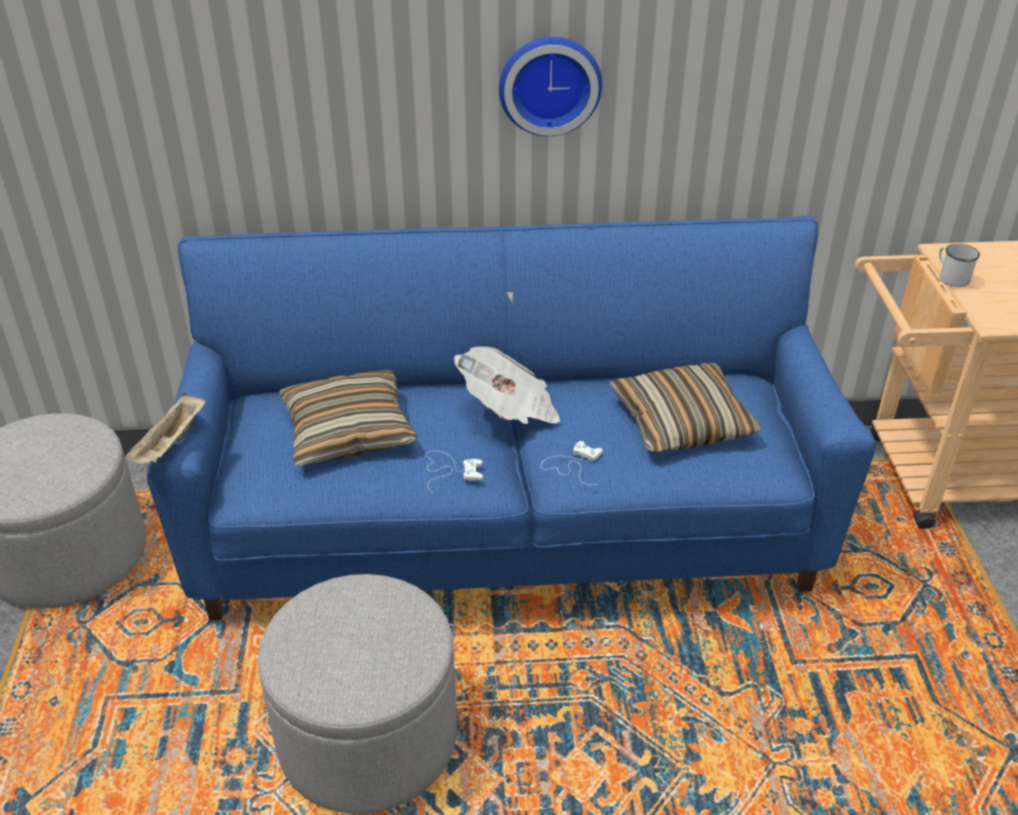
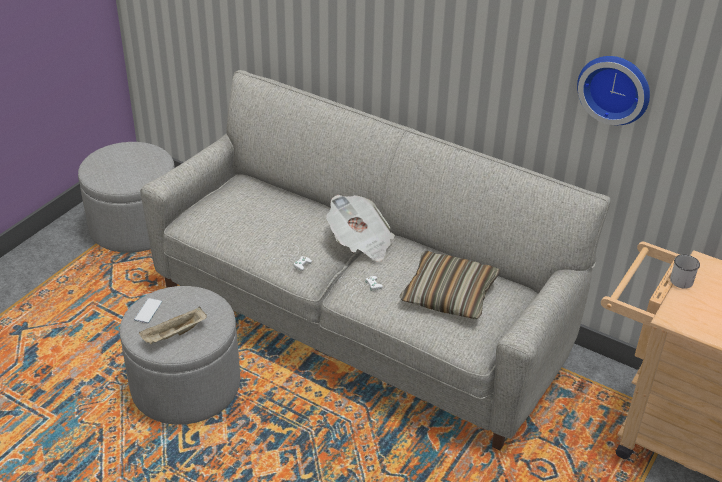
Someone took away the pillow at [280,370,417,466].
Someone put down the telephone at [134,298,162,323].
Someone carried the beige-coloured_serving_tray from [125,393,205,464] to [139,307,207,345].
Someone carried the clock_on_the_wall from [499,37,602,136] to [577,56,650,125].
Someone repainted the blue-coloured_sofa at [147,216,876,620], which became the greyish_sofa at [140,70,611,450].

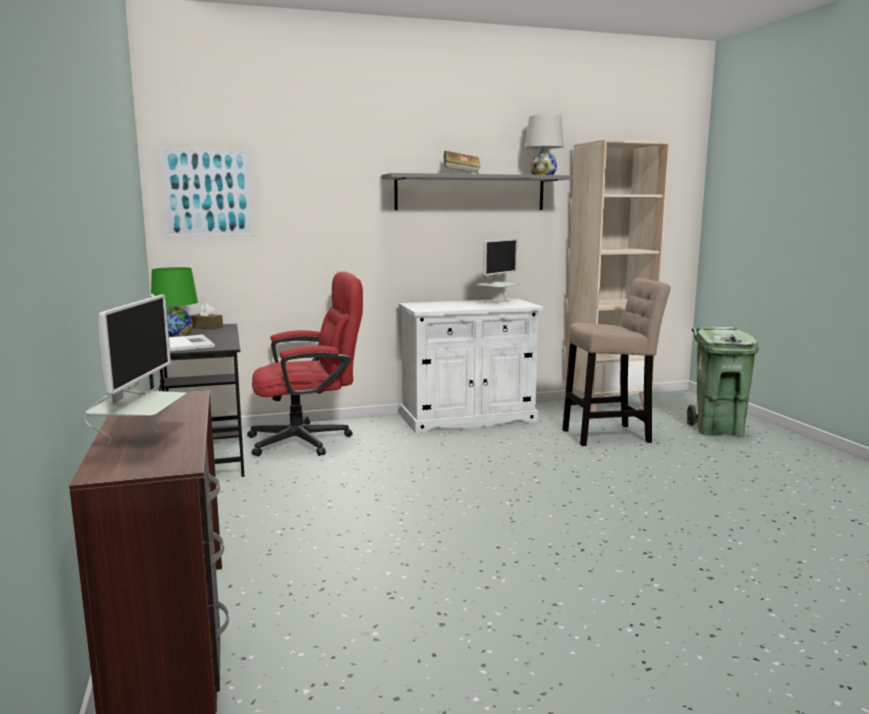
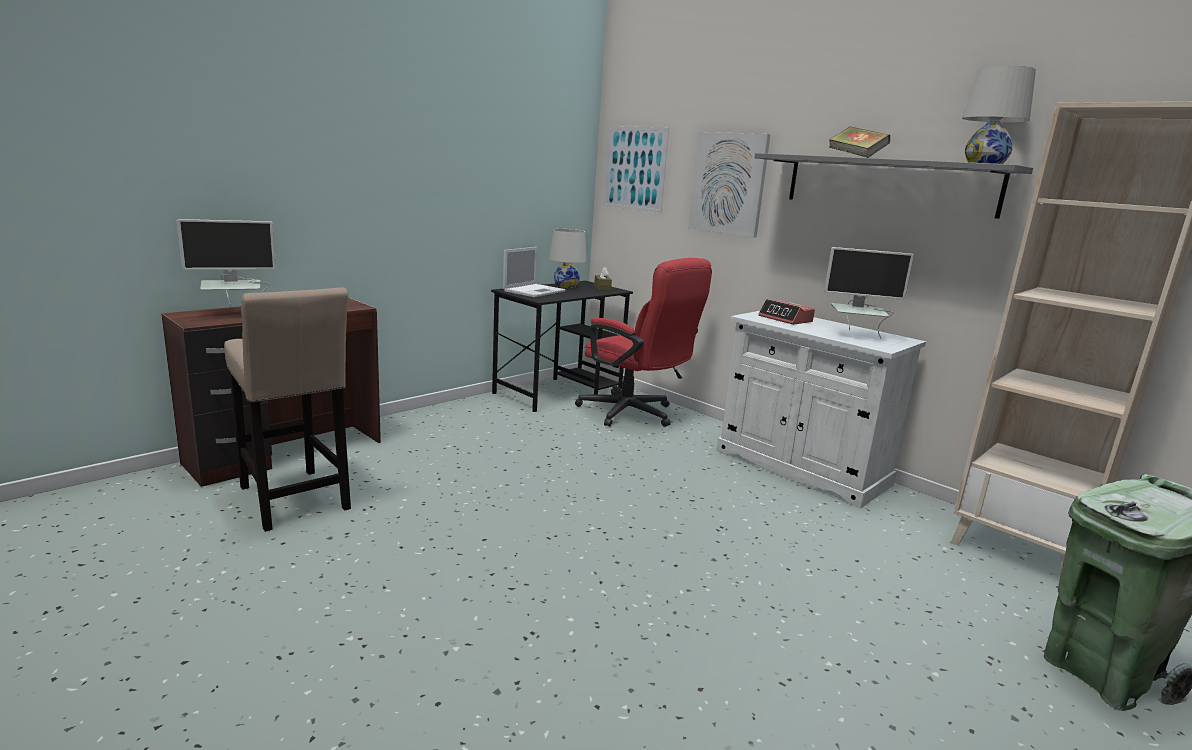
Someone put up the wall_art at [688,132,771,237].
Someone put down the table_clock at [758,299,815,325].
Someone carried the beige-coloured_sitting_stool from [562,278,671,446] to [224,287,351,532].
Someone repainted the green_table_lamp at [151,267,198,336], which became the whitish_table_lamp at [549,229,587,288].

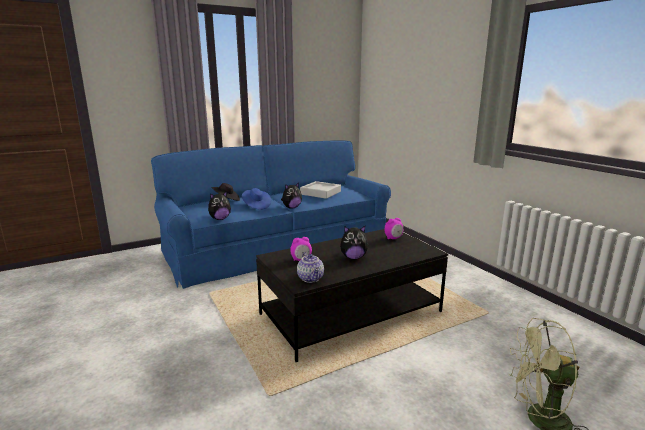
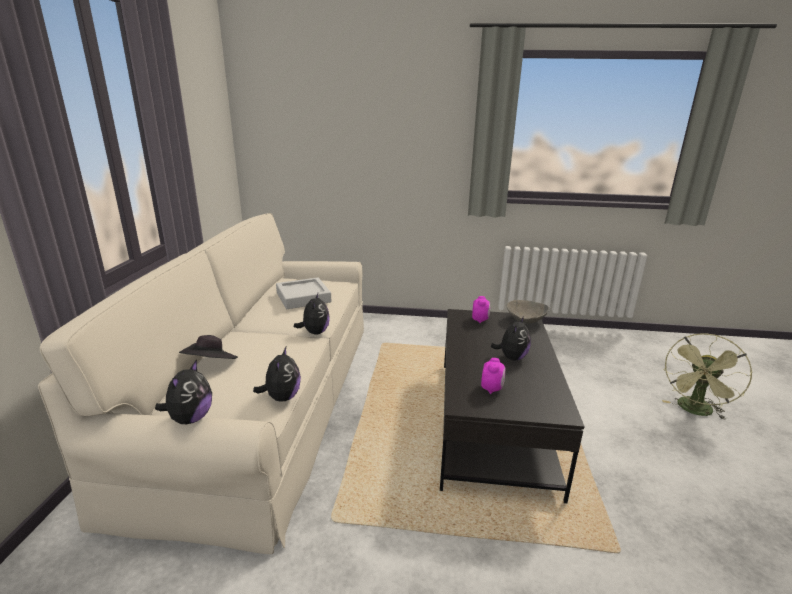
Someone took away the blue-coloured_hat at [242,188,271,210].
Someone took away the pot_for_tea at [297,252,324,283].
Someone put down the soft_toy at [155,359,212,424].
Someone put down the greyish_deep_dish at [507,300,549,323].
Someone repainted the blue-coloured_sofa at [151,140,391,289], which became the beige-coloured_sofa at [38,213,364,554].

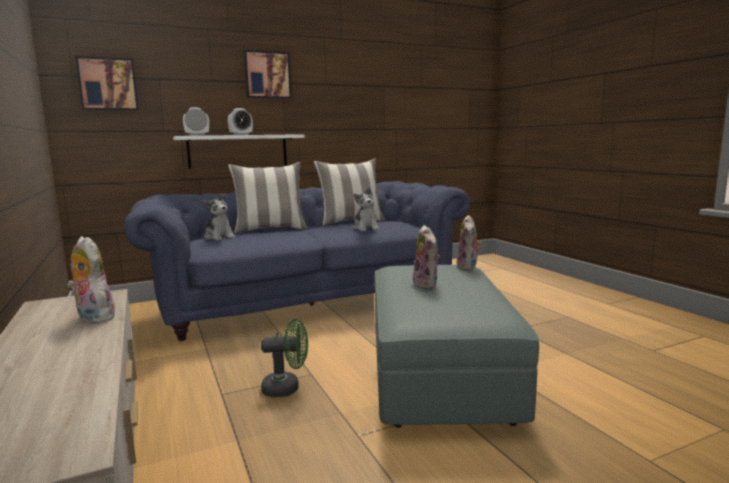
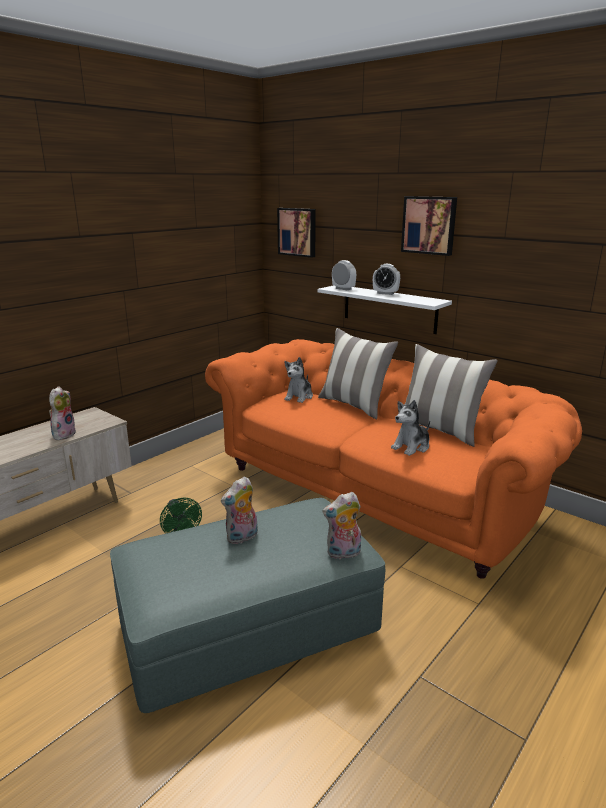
Someone repainted the blue-coloured_sofa at [124,181,470,341], which became the orange-coloured_sofa at [205,339,582,579].

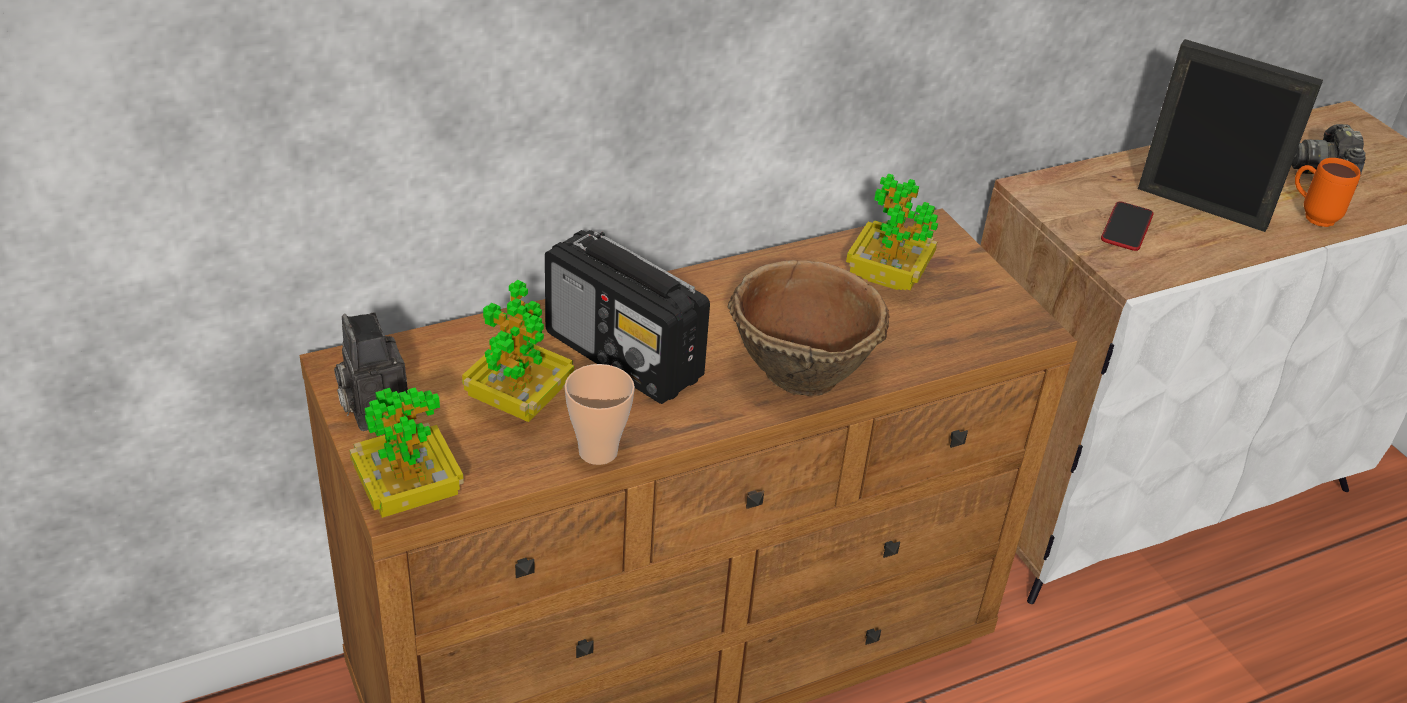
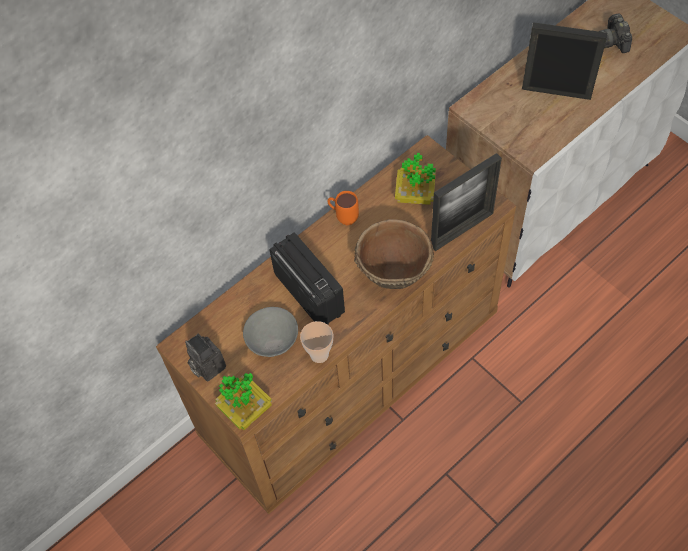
Someone took away the telephone at [1101,201,1153,251].
Someone put down the picture_frame at [431,153,502,251].
Someone carried the orange-coloured_tea_mug from [1295,158,1361,227] to [327,191,359,225].
Someone swapped the plant_in_a_pot at [462,280,574,422] for the greyish_deep_dish at [243,307,298,357].
Someone rotated the radio_receiver at [545,230,710,404] by 150 degrees counterclockwise.

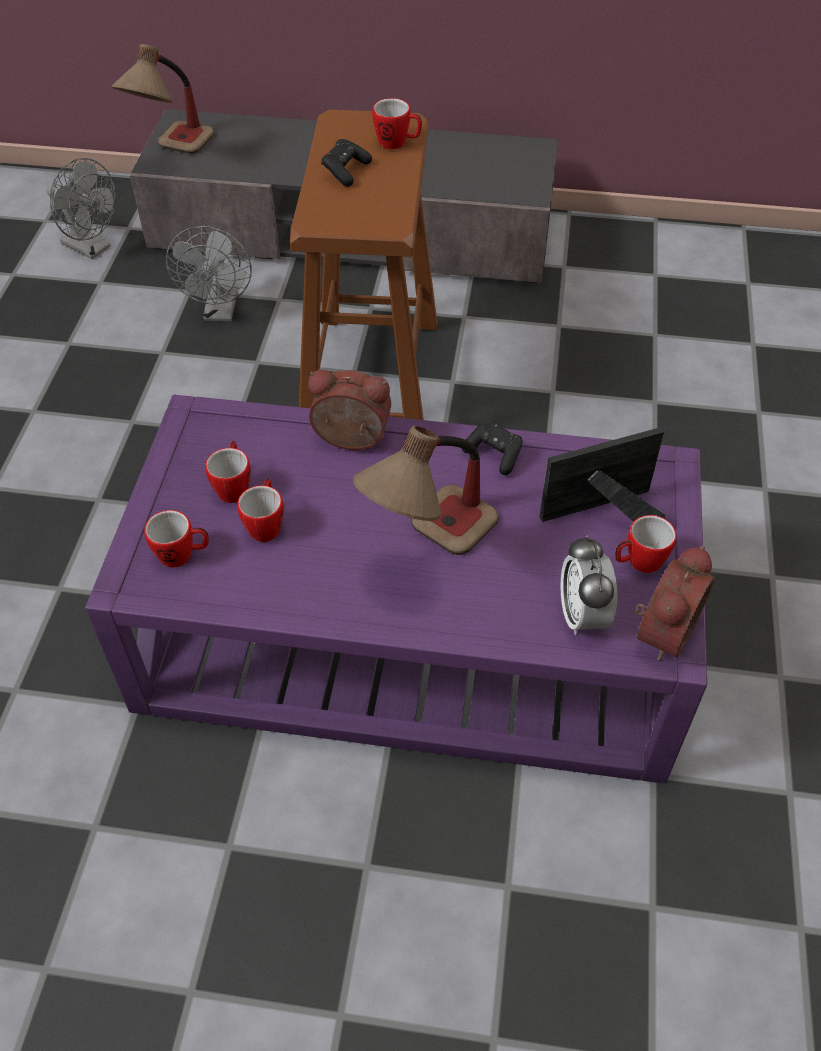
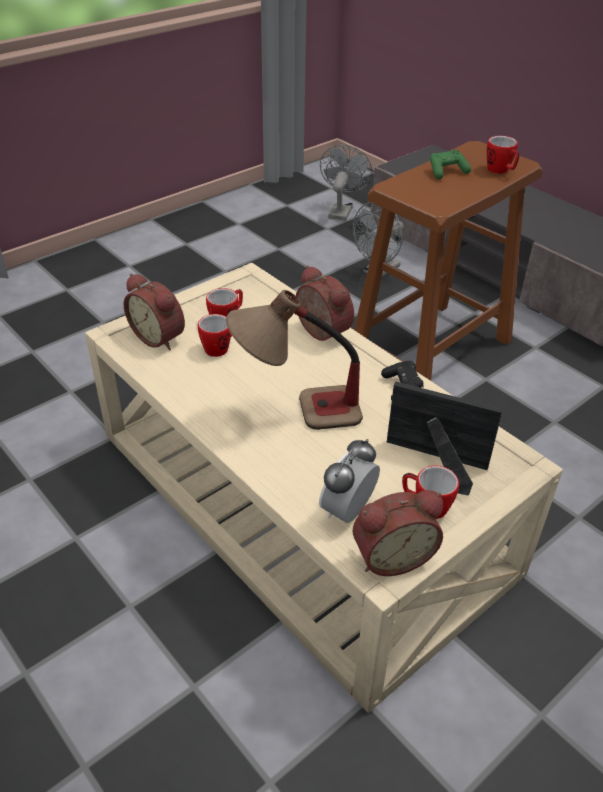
Someone took away the table_lamp at [112,44,214,154].
Someone swapped the tea_mug at [144,510,209,568] for the table_clock at [124,273,185,350].
Someone repainted the purple-coloured_low_table at [85,395,707,784], which became the beige-coloured_low_table at [85,263,563,713].
Someone repainted the blackish_joypad at [321,139,372,186], which became the green_joypad at [430,149,471,179].
Someone rotated the greyish_electric_fan at [47,158,116,259] by 150 degrees counterclockwise.

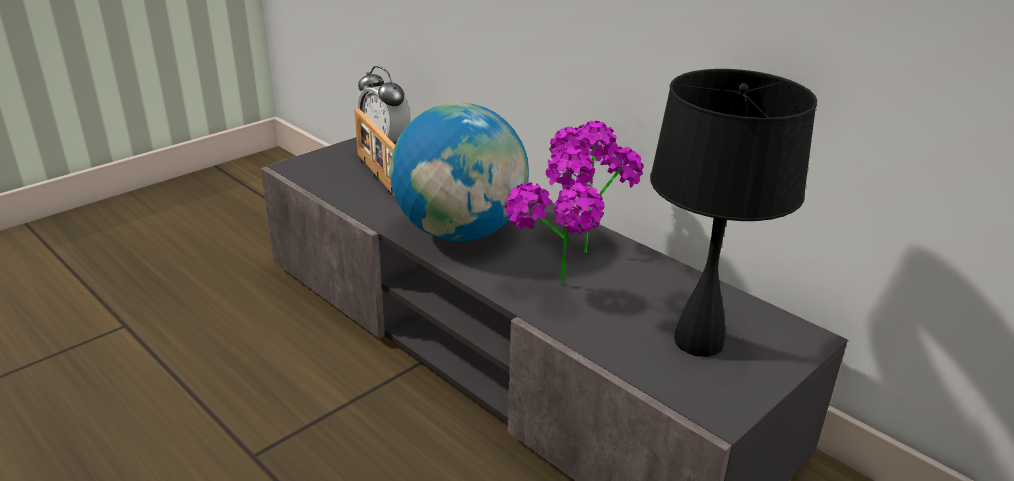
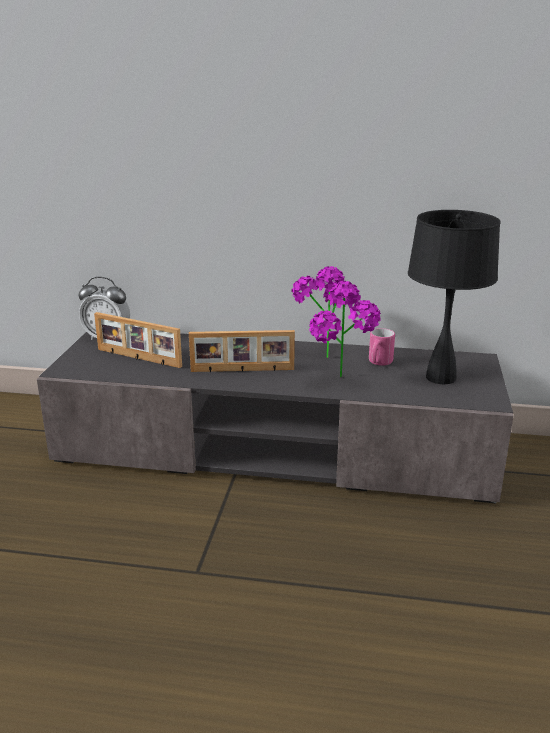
Someone put down the pink_tea_mug at [369,328,395,366].
Someone swapped the desk_globe at [390,102,529,241] for the picture_frame at [189,330,295,373].

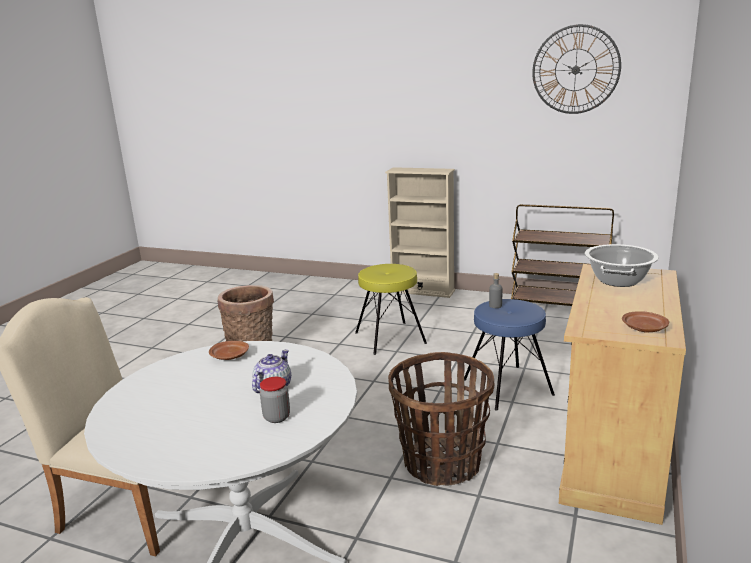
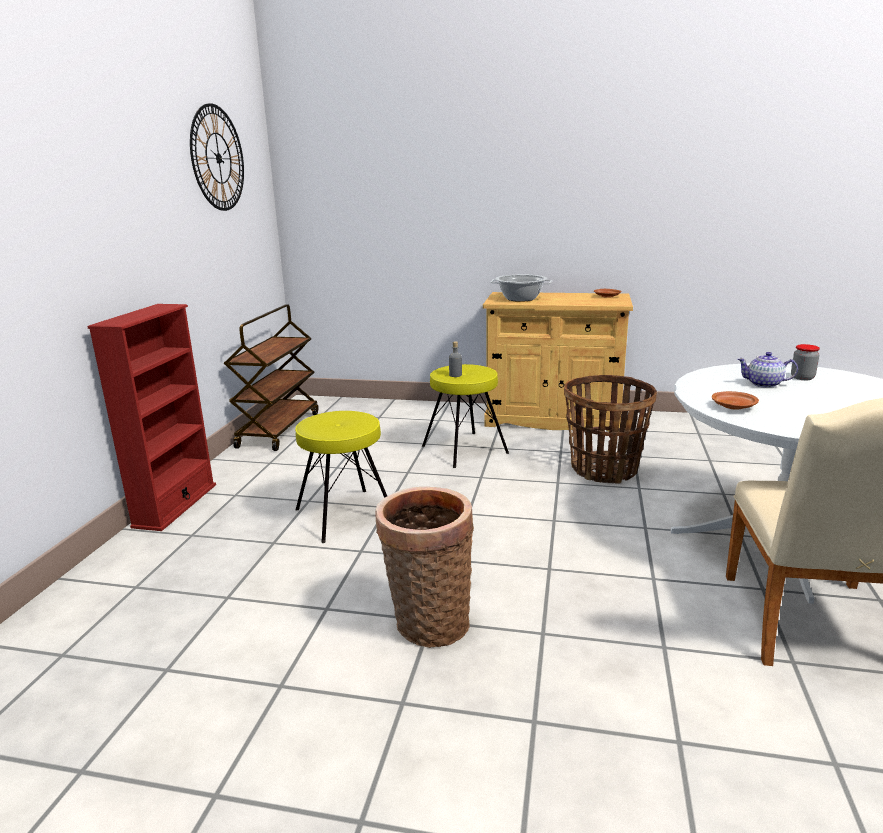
Someone repainted the beige-coloured_shelving_unit at [385,167,455,298], which became the red-coloured_shelving_unit at [87,304,216,531].
Someone repainted the blue-coloured_sitting_stool at [464,299,555,411], which became the yellowish_sitting_stool at [422,364,509,468].

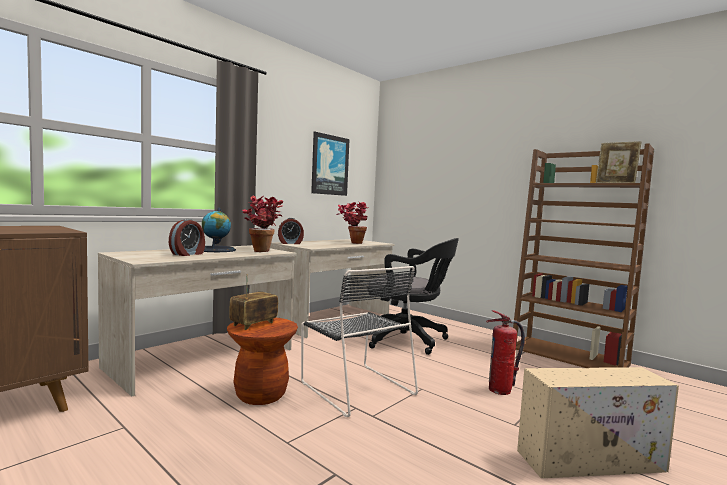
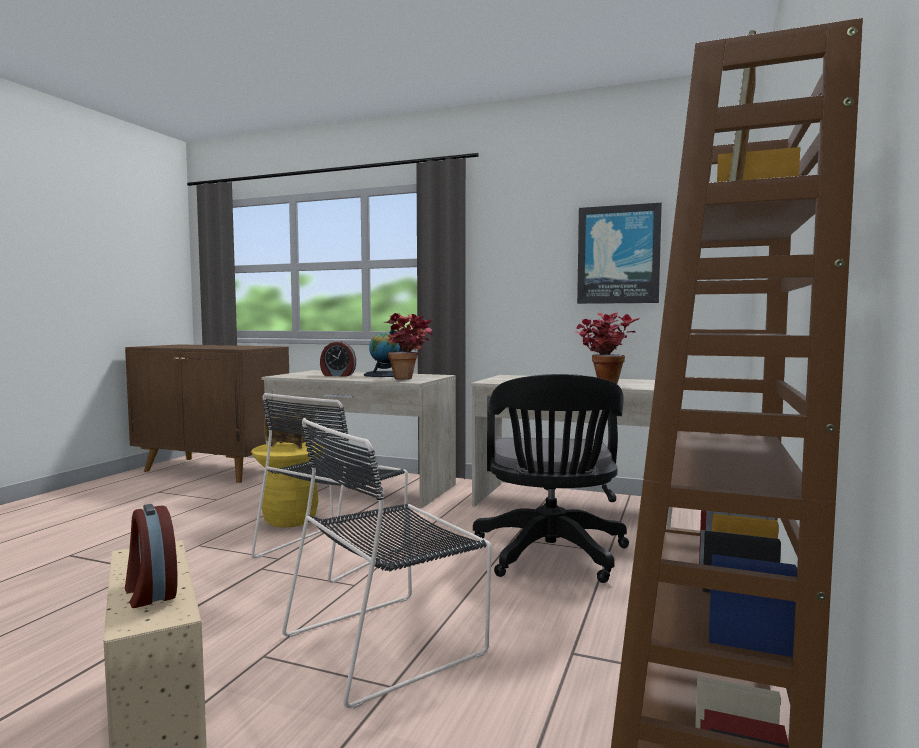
Someone carried the table_clock from [278,218,304,244] to [125,504,178,608].
Someone swapped the fire_extinguisher at [486,310,525,395] for the blackish_plain_chair at [282,418,492,709].
Someone repainted the brown_sitting_stool at [227,318,298,405], which became the yellowish_sitting_stool at [251,442,325,527].

